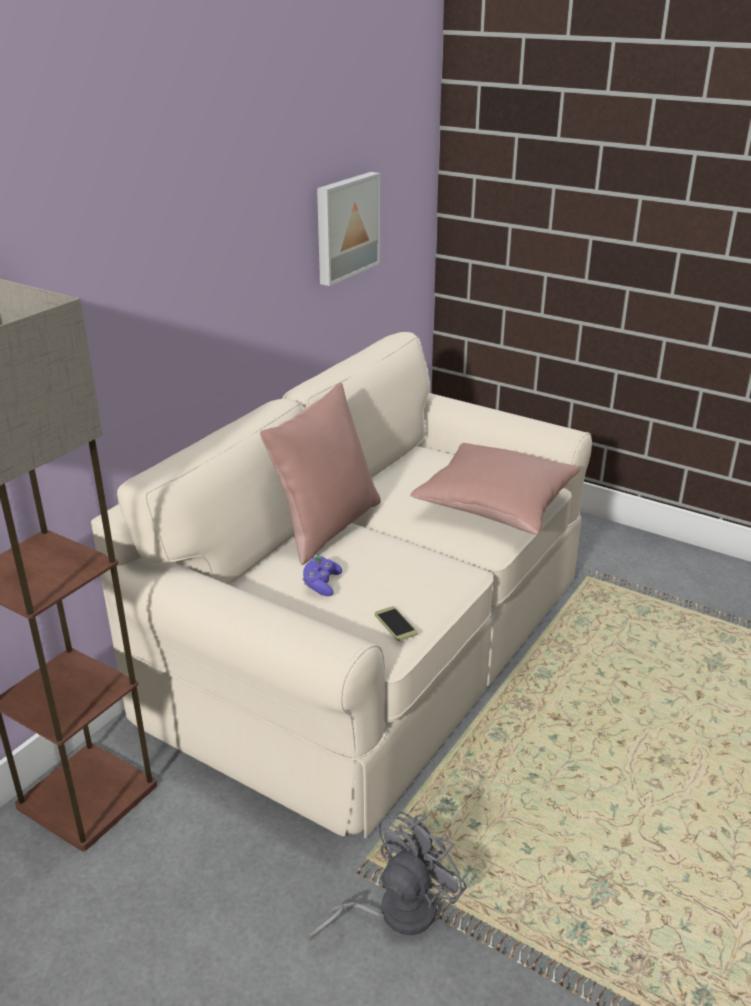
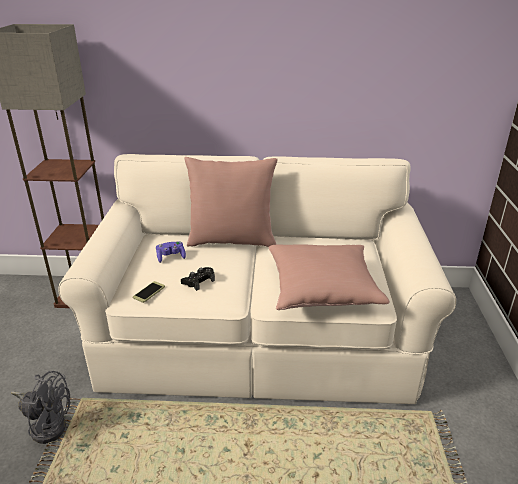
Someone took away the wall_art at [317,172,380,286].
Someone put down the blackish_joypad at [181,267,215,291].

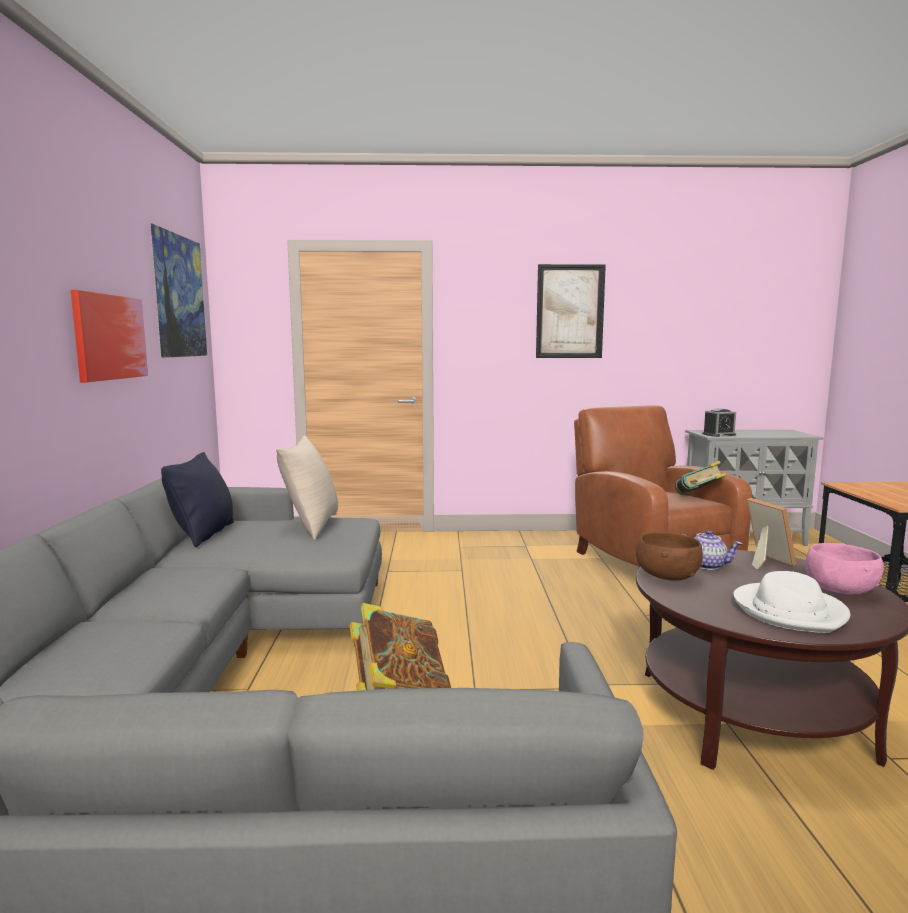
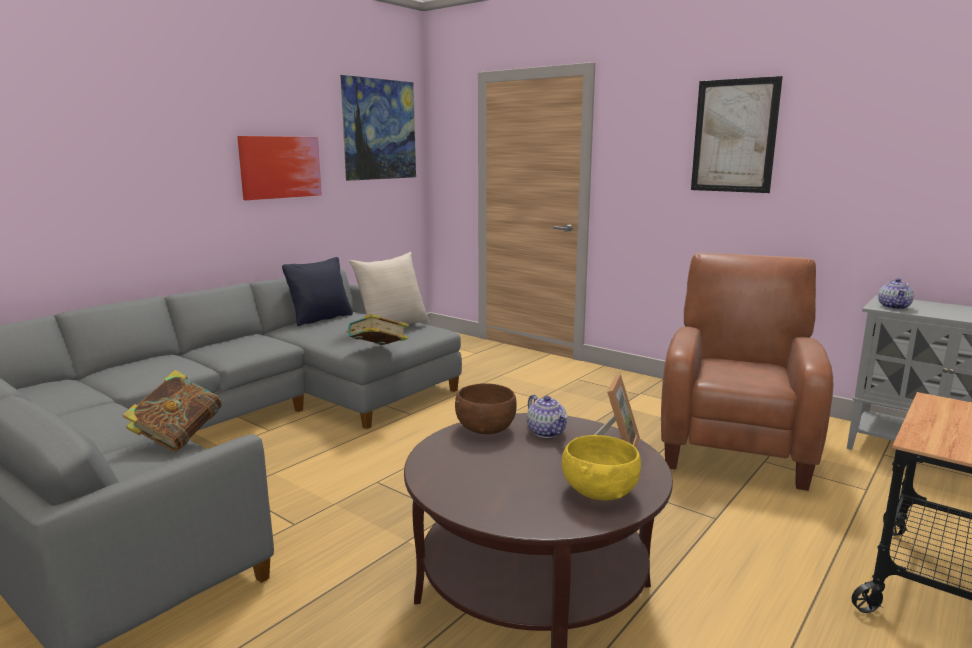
Someone took away the whitish_hat at [733,571,850,633].
Someone carried the bound_book from [675,461,727,495] to [346,314,409,345].
Someone swapped the table_clock at [703,408,736,437] for the pot_for_tea at [878,278,914,310].
Someone repainted the pink_deep_dish at [805,543,884,594], which became the yellowish_deep_dish at [562,435,641,501].

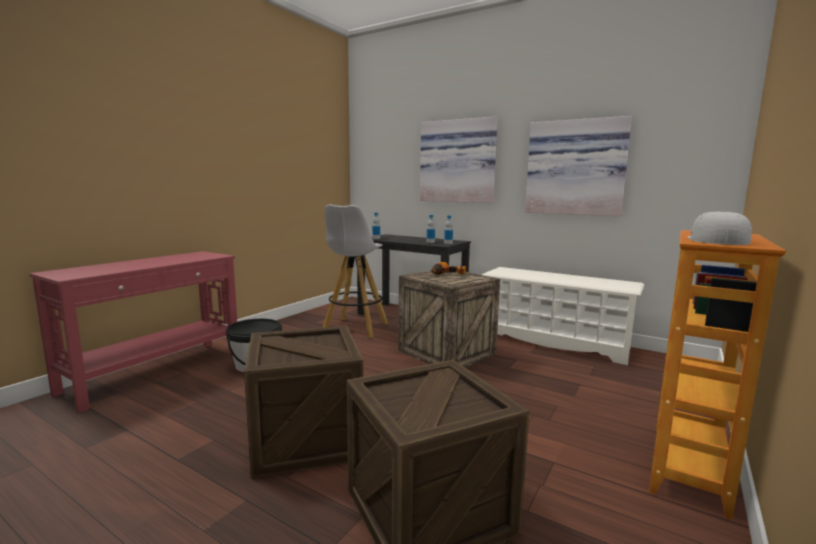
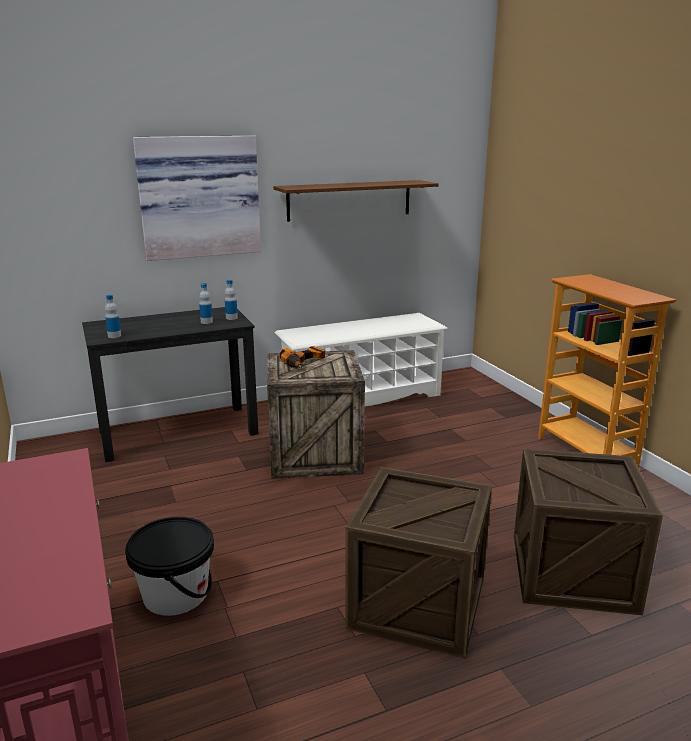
Someone took away the whitish_sitting_stool at [323,204,388,338].
Someone took away the whitish_peaked_cap at [687,211,752,245].
Someone swapped the wall_art at [525,116,632,216] for the brown_shelf at [273,180,439,222].

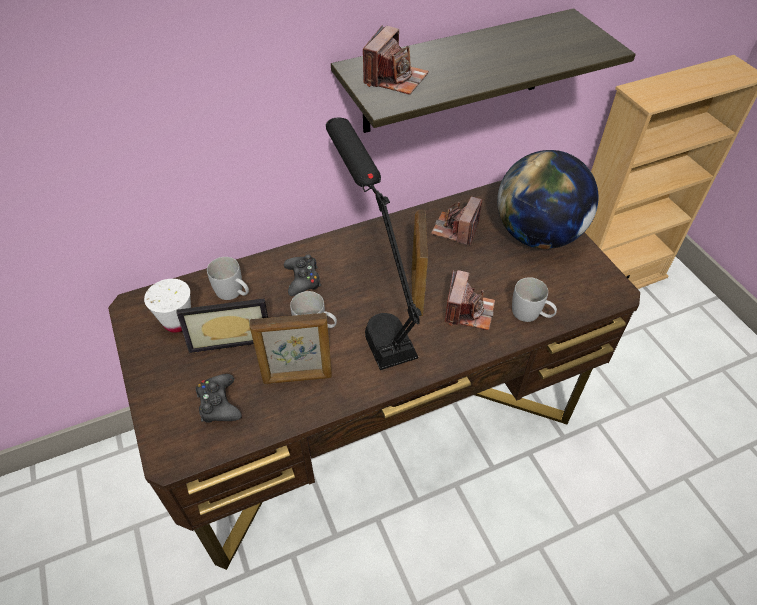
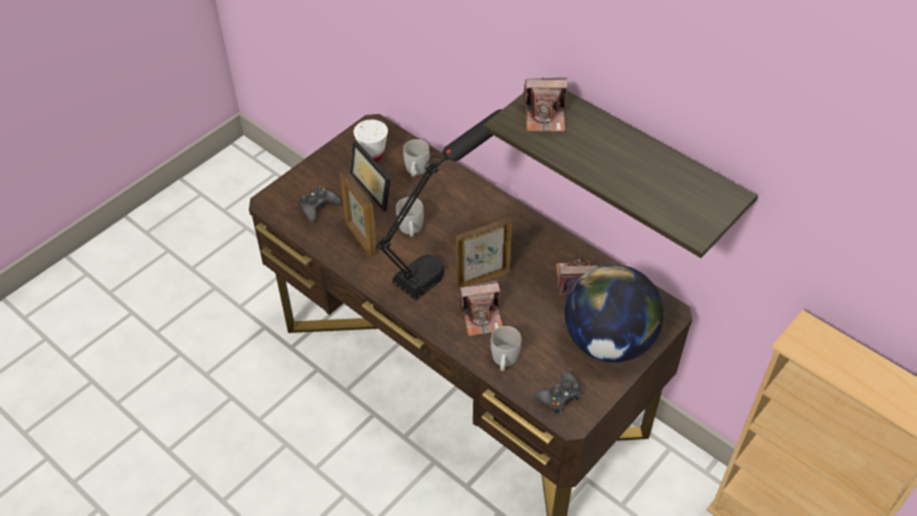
Someone carried the blackish_joypad from [284,254,321,296] to [533,372,582,415].

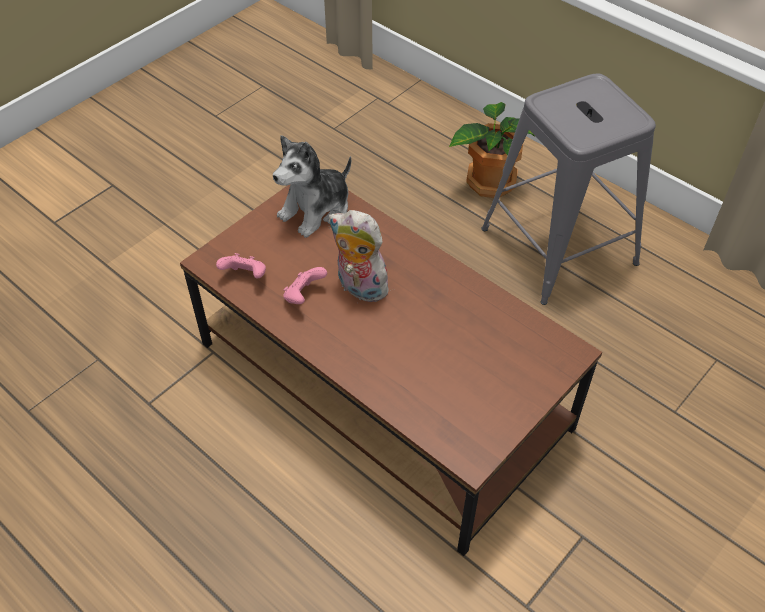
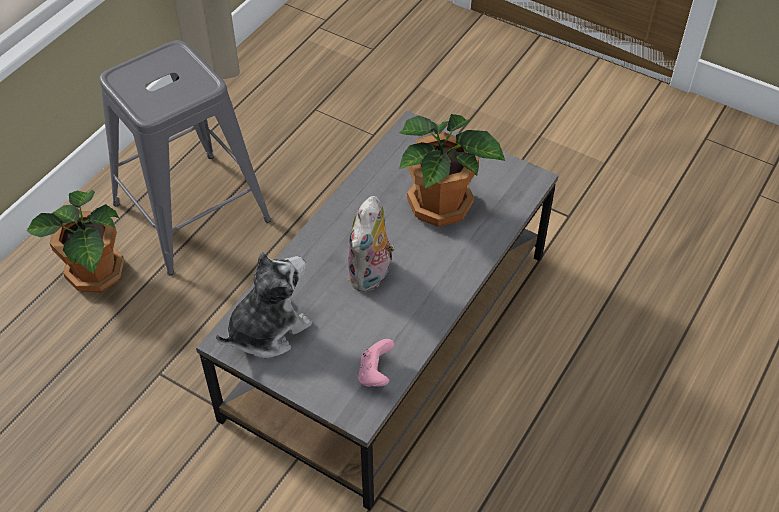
Someone took away the pink_joypad at [283,267,327,304].
Someone put down the plant_in_a_pot at [399,114,505,227].
Someone repainted the brown_low_table at [180,185,602,556], which became the greyish_low_table at [196,111,558,511].
Someone rotated the soft_toy at [273,135,351,238] by 75 degrees counterclockwise.

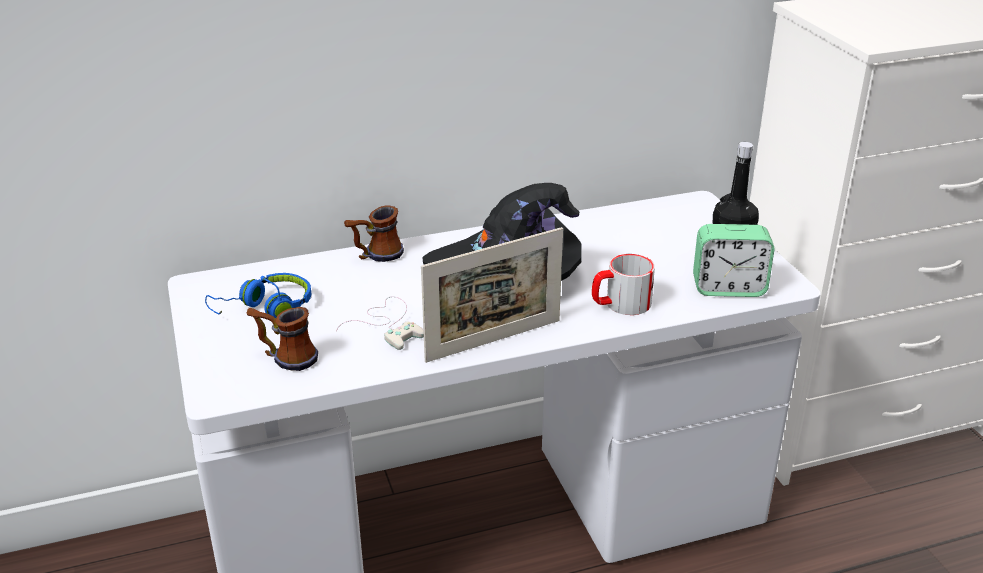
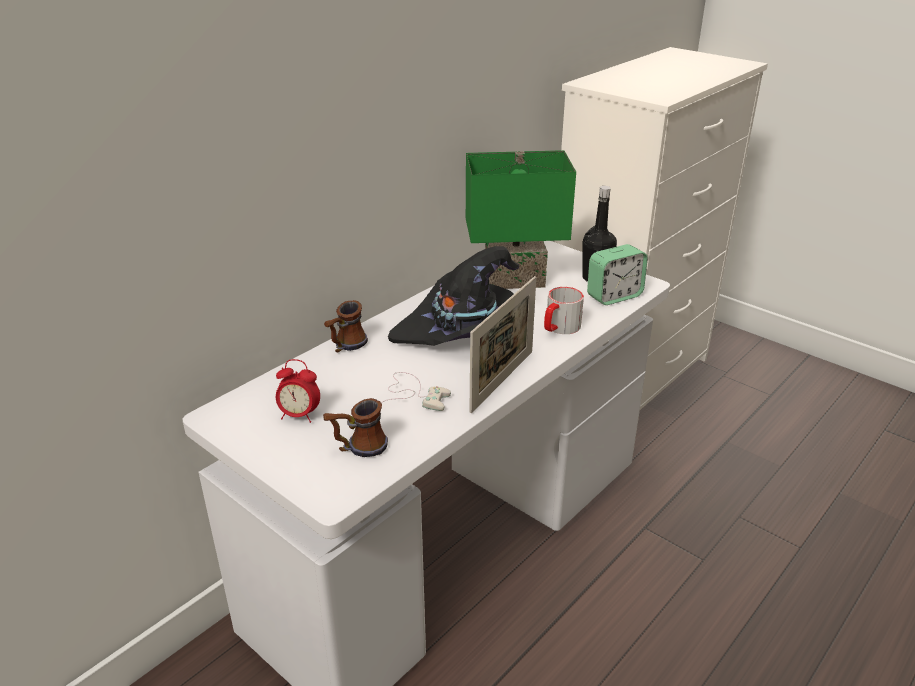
Someone put down the green_table_lamp at [466,150,576,289].
Someone swapped the blue-coloured_headset at [205,273,311,318] for the table_clock at [276,359,320,423].

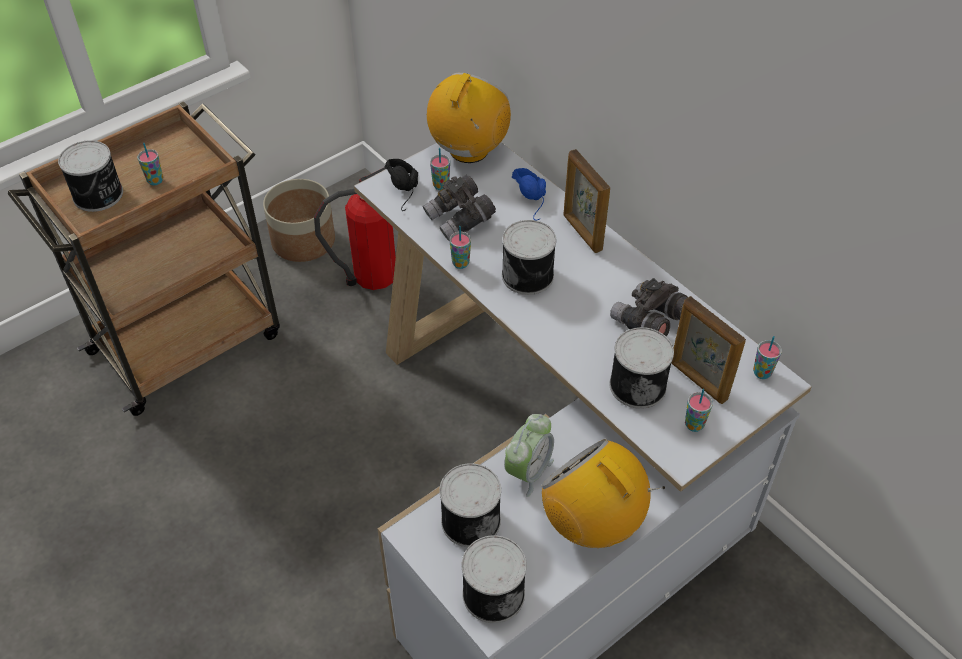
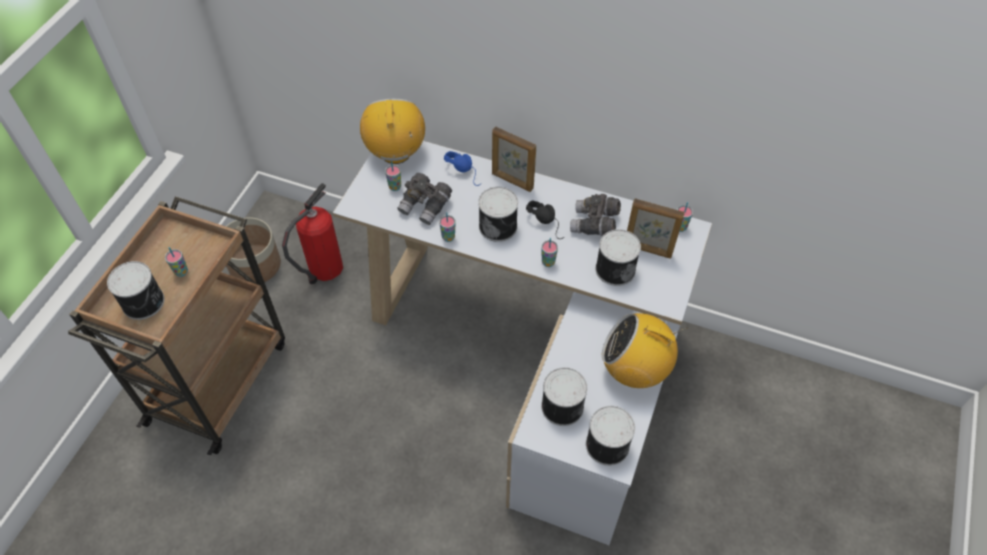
Someone took away the table_clock at [504,414,554,497].
Someone carried the blackish_headset from [385,159,418,211] to [526,201,564,239].
Someone carried the cup from [685,389,713,432] to [541,238,558,267].

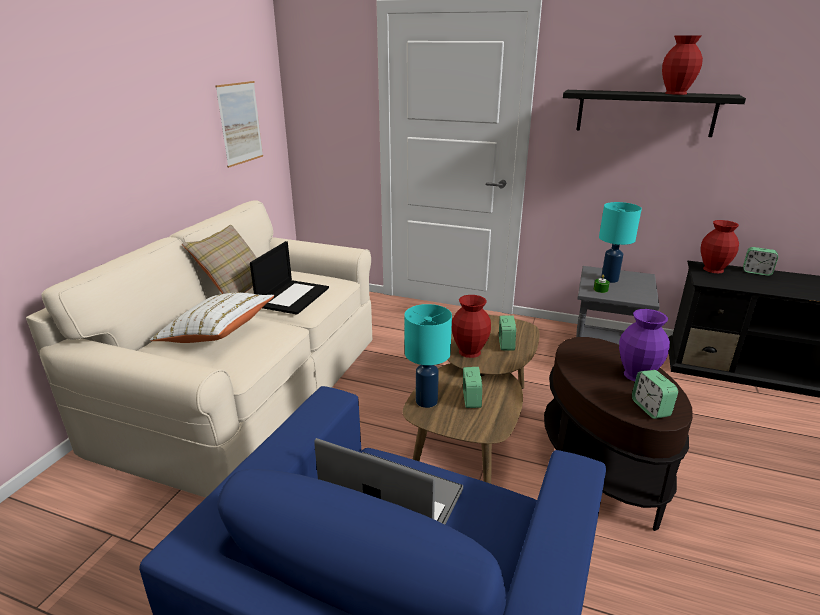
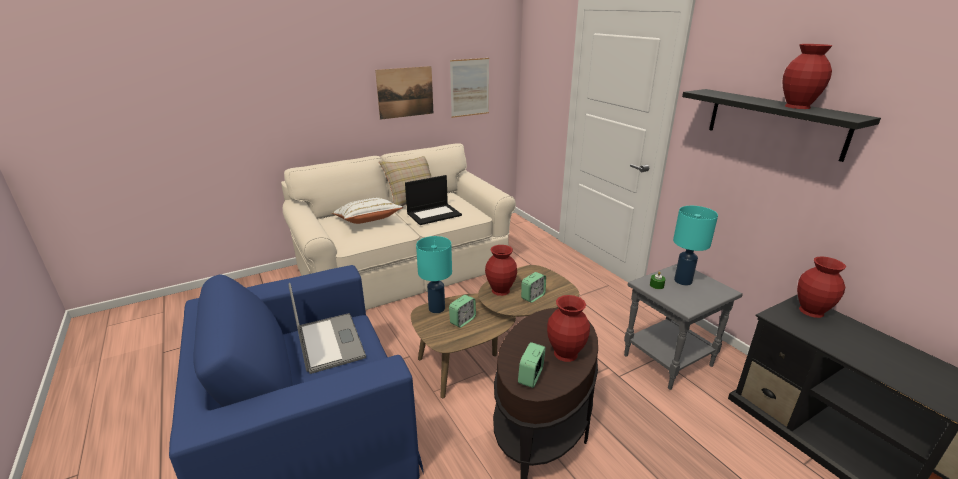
Someone took away the table_clock at [743,247,778,276].
Someone put up the wall_art at [375,66,433,120].
Someone repainted the purple-coloured_vase at [619,309,670,381], which became the red-coloured_vase at [547,295,590,362].

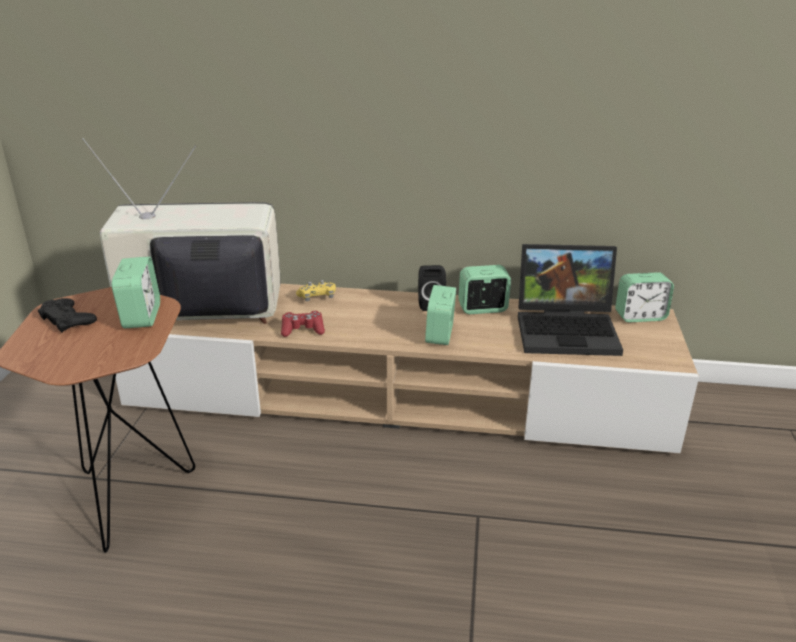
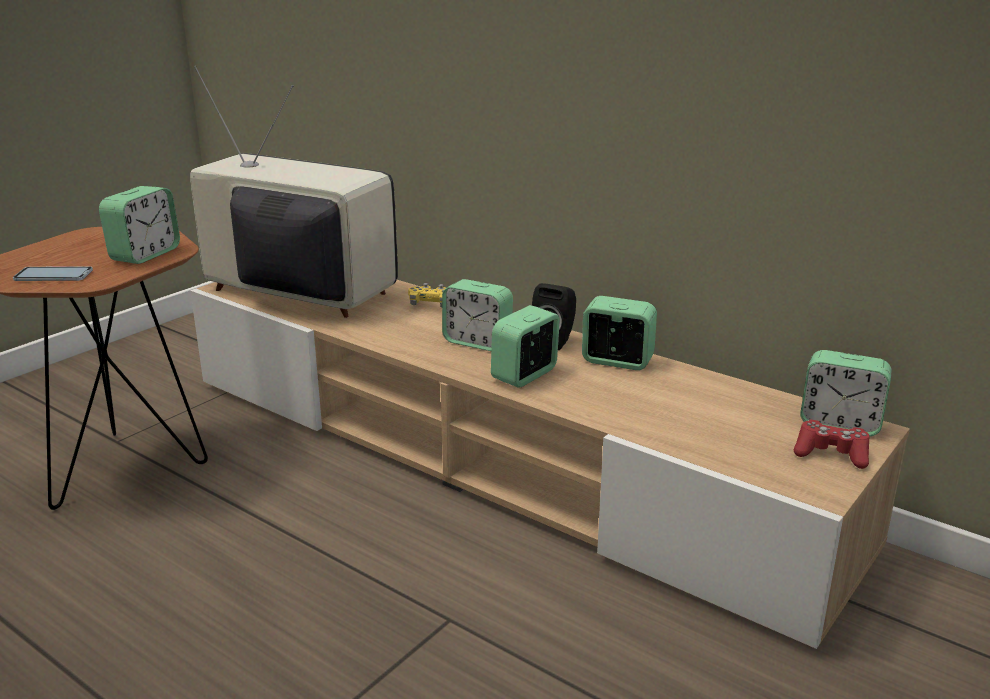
Someone took away the blackish_joypad at [38,298,97,333].
Someone took away the laptop at [518,244,623,356].
Someone put down the telephone at [13,266,93,281].
Someone put down the table_clock at [442,279,513,351].
Someone carried the red-coloured_joypad from [281,311,325,337] to [794,420,869,469].

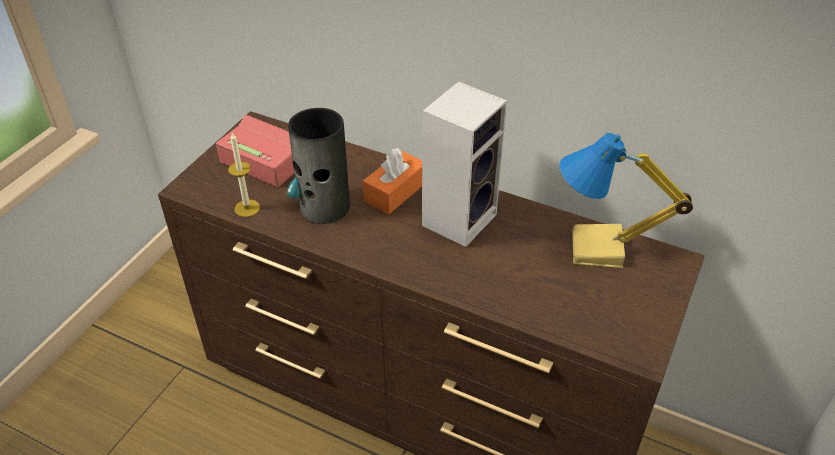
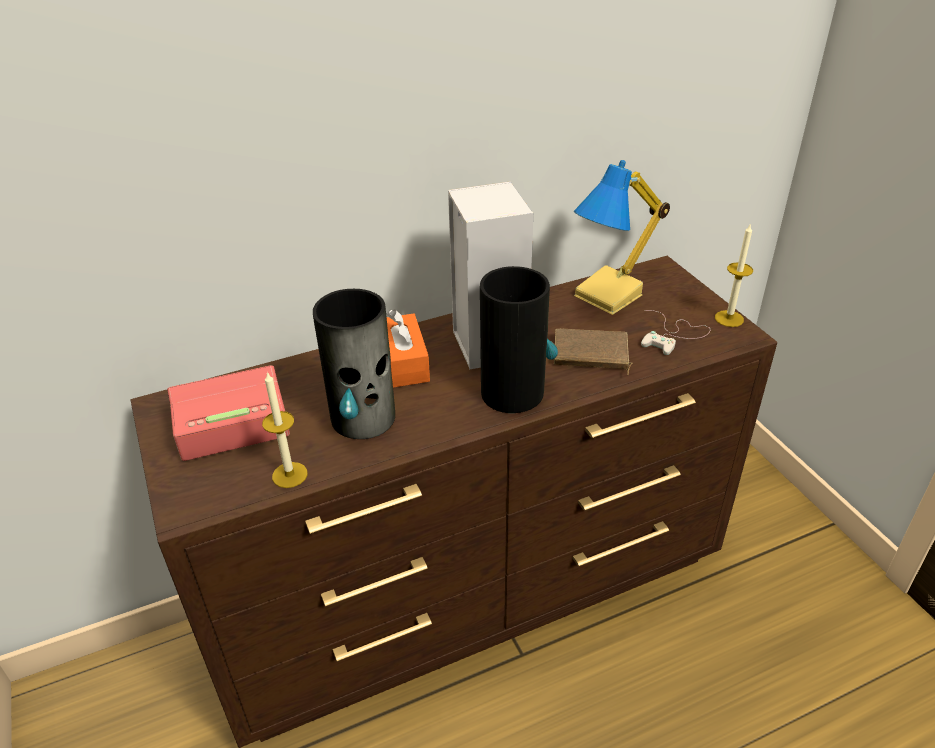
Someone put down the vase at [480,266,558,413].
Someone put down the brown_bound_book at [554,329,632,375].
Someone put down the whitish_joypad at [641,310,710,355].
Someone put down the wax_light at [715,223,753,327].

